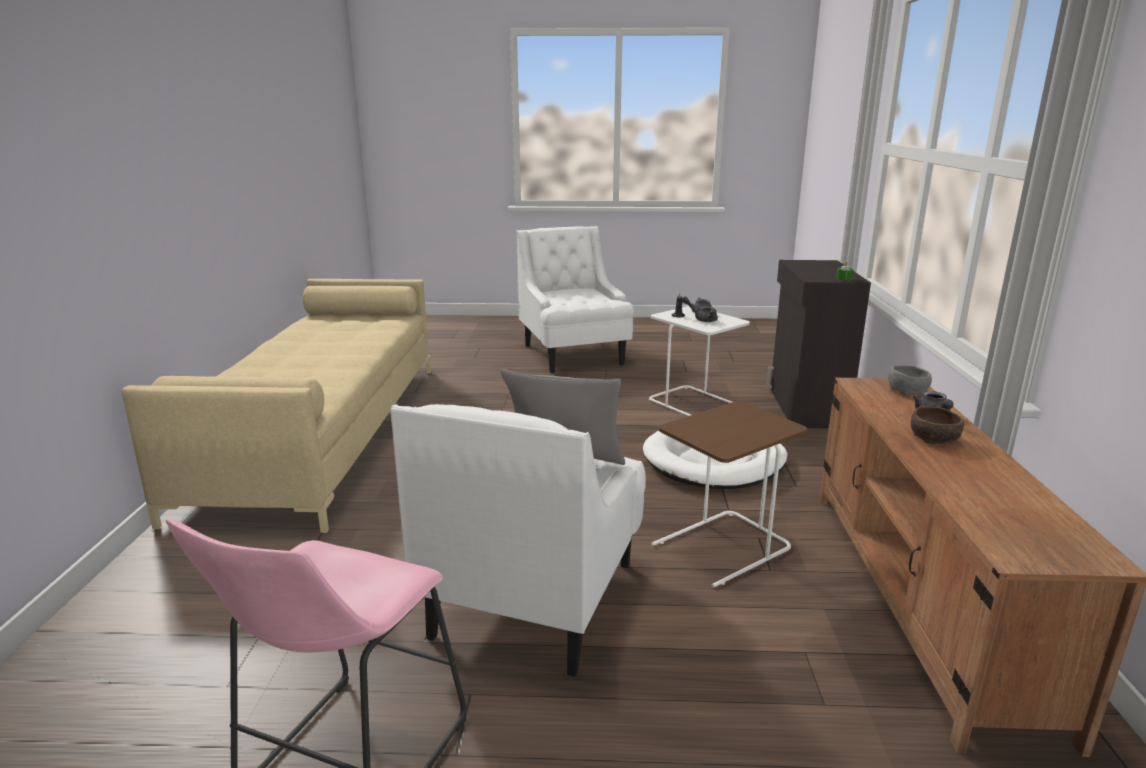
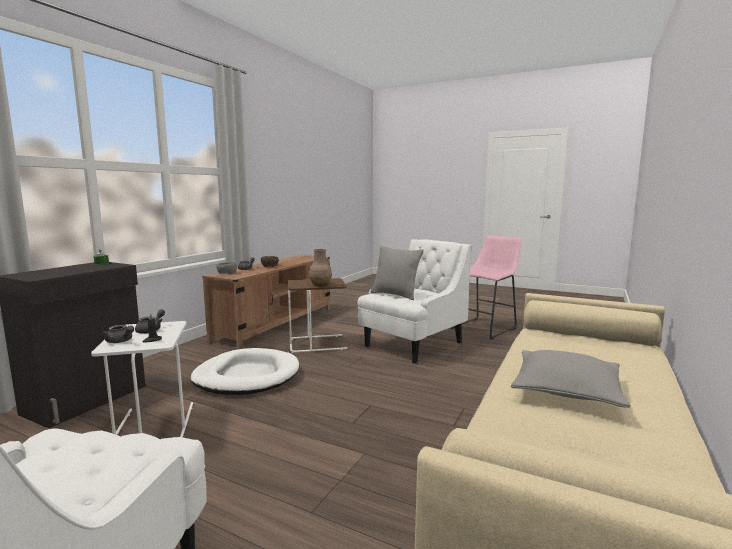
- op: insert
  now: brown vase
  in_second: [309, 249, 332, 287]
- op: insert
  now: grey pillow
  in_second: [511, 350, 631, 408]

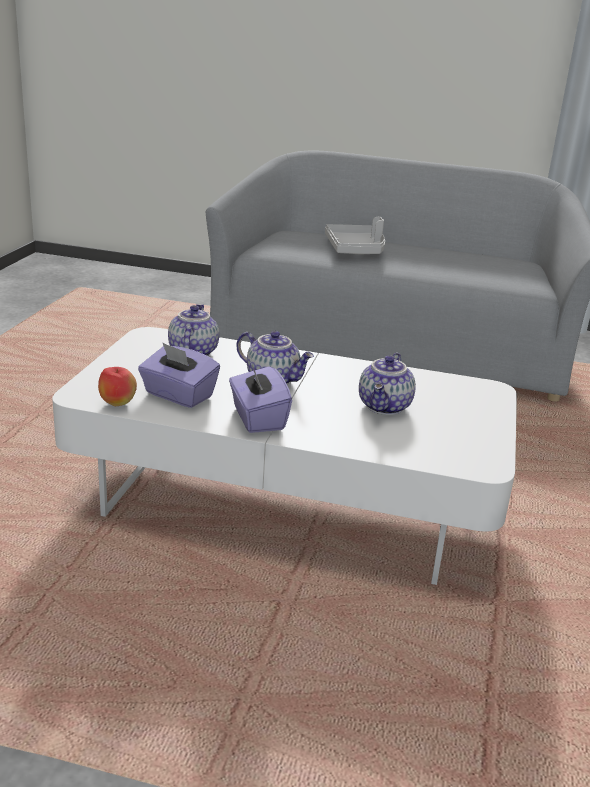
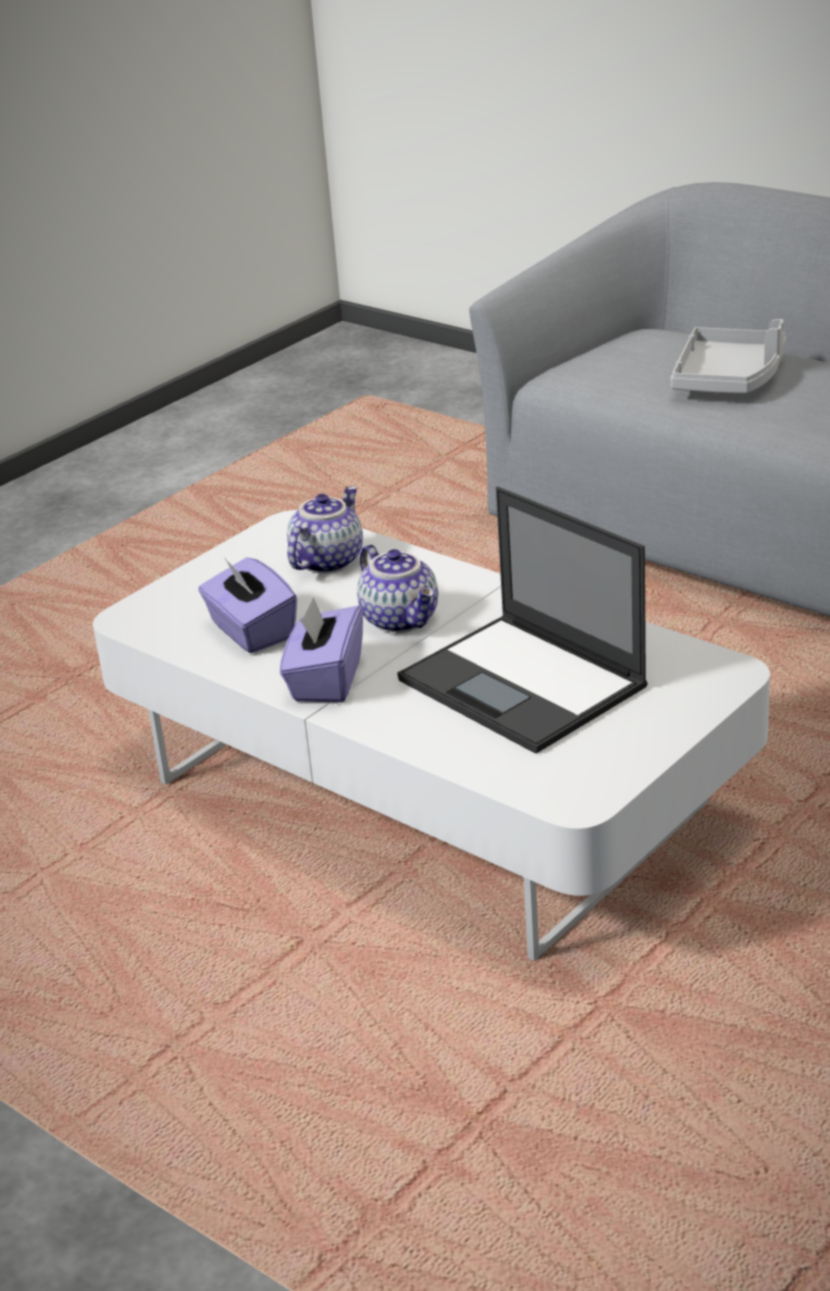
- op: delete
  was: apple
  in_first: [98, 367, 137, 406]
- op: replace
  was: teapot
  now: laptop
  in_first: [359, 352, 416, 415]
  in_second: [397, 487, 648, 754]

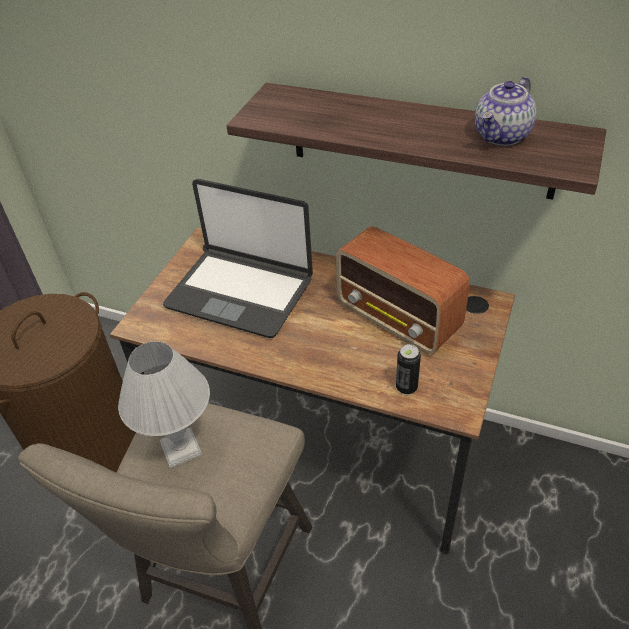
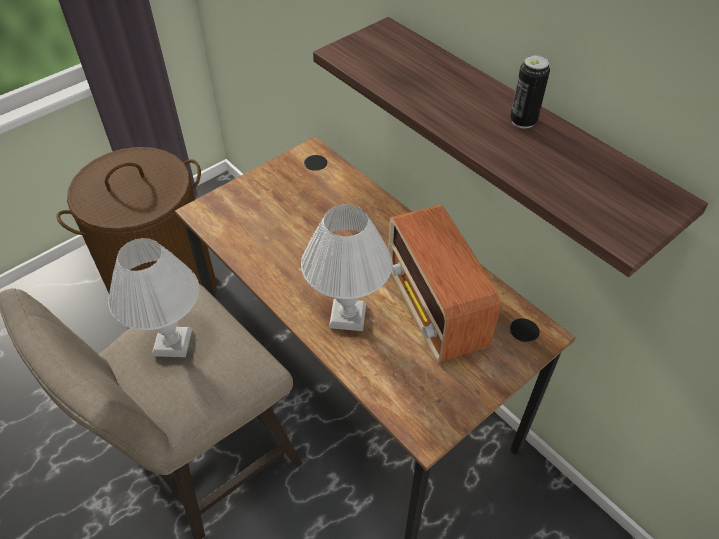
- op: delete
  was: laptop
  in_first: [163, 179, 313, 338]
- op: delete
  was: teapot
  in_first: [475, 77, 536, 146]
- op: insert
  now: white table lamp
  in_second: [301, 205, 393, 331]
- op: move
  was: can
  in_first: [396, 344, 421, 395]
  in_second: [510, 55, 550, 129]

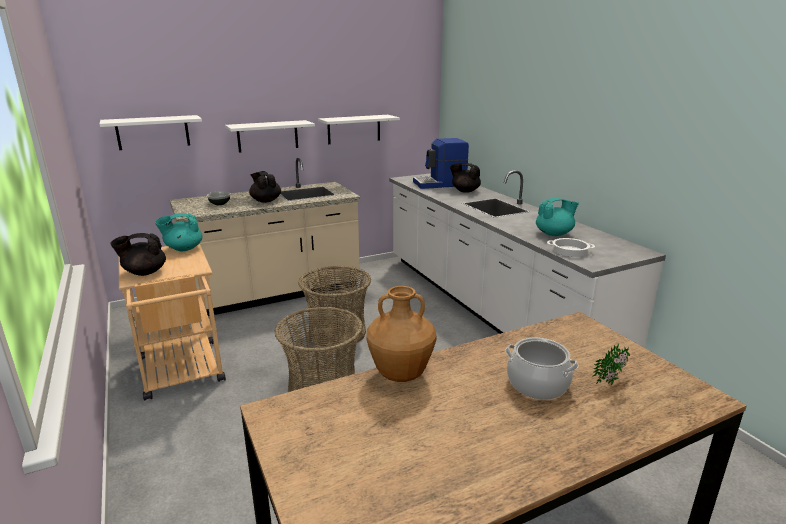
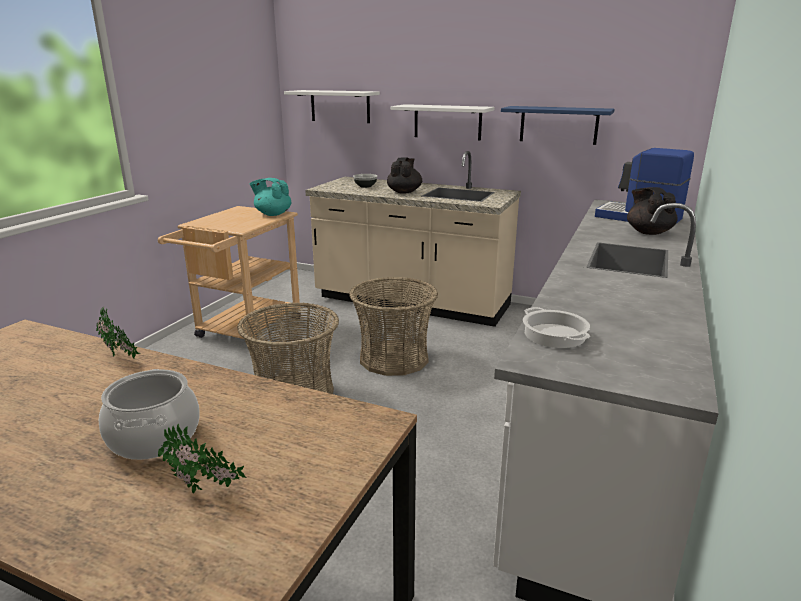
- op: delete
  was: black teapot
  in_first: [110, 233, 166, 276]
- op: delete
  was: turquoise teapot
  in_first: [536, 198, 579, 236]
- op: replace
  was: brown vase
  now: potted plant
  in_first: [367, 286, 437, 382]
  in_second: [96, 307, 140, 358]
- op: recolor
  was: white shelf
  now: blue shelf
  in_first: [318, 115, 400, 144]
  in_second: [501, 106, 615, 145]

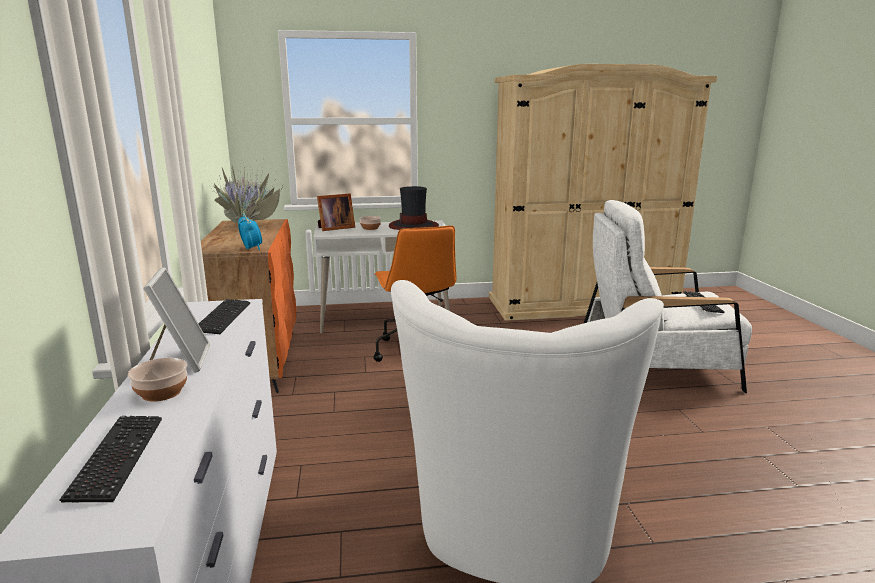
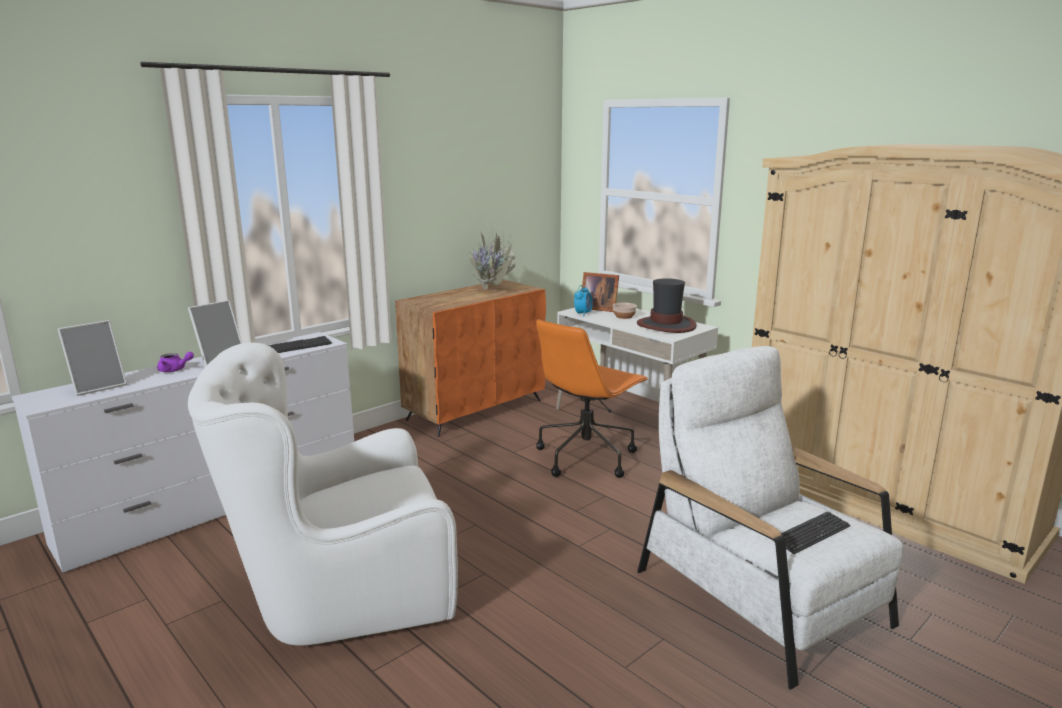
- op: move
  was: alarm clock
  in_first: [238, 213, 262, 251]
  in_second: [574, 285, 593, 317]
- op: replace
  was: keyboard
  now: picture frame
  in_first: [60, 416, 162, 502]
  in_second: [58, 320, 127, 396]
- op: replace
  was: bowl
  now: purple teapot
  in_first: [128, 358, 187, 402]
  in_second: [157, 352, 194, 372]

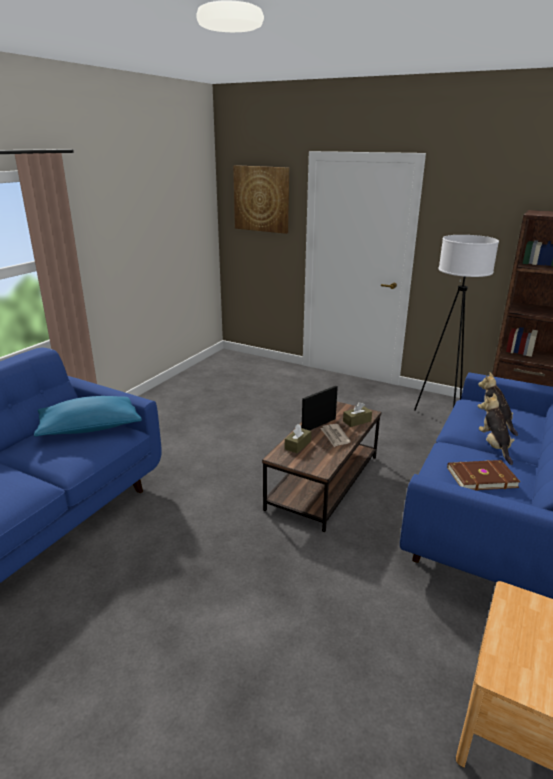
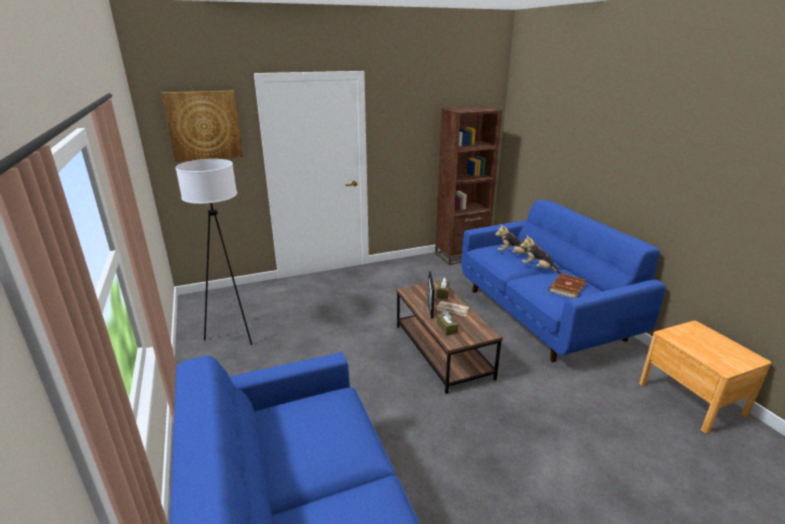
- op: delete
  was: blue pillow
  in_first: [34, 396, 142, 437]
- op: move
  was: white floor lamp
  in_first: [414, 235, 499, 411]
  in_second: [175, 159, 252, 345]

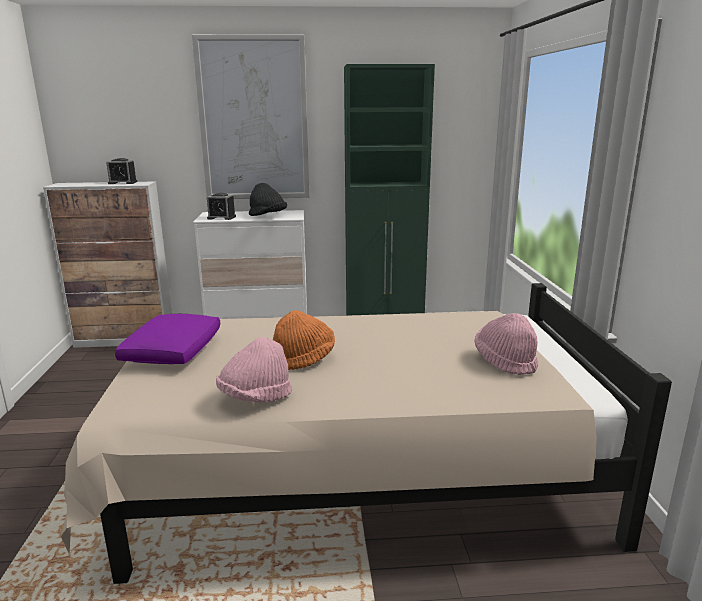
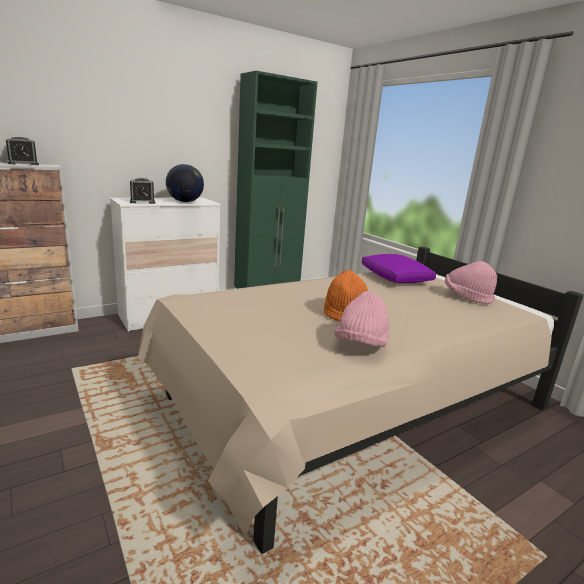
- op: delete
  was: picture
  in_first: [192, 34, 309, 199]
- op: move
  was: purple pillow
  in_first: [115, 314, 220, 364]
  in_second: [362, 254, 436, 283]
- op: replace
  was: black hat
  now: globe
  in_first: [249, 183, 287, 216]
  in_second: [166, 164, 204, 202]

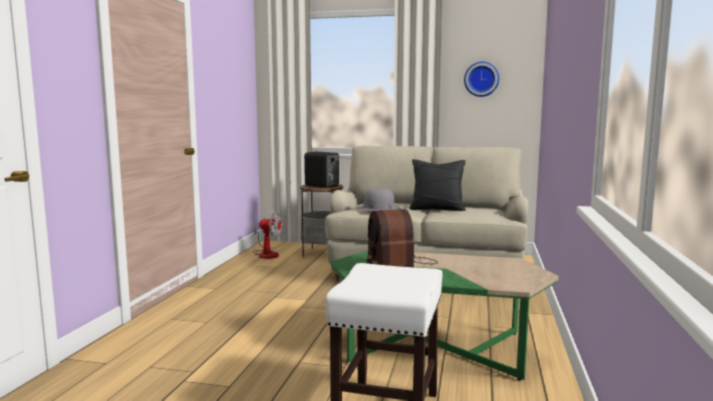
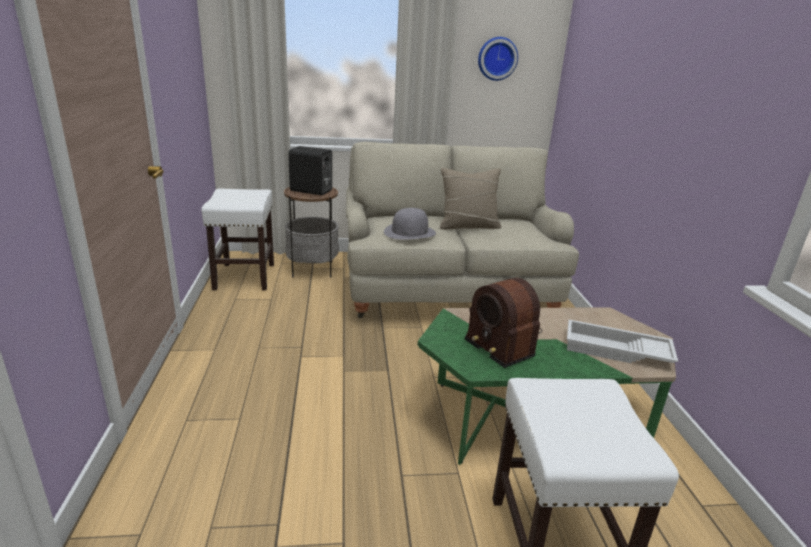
- op: insert
  now: white tray
  in_second: [567, 320, 678, 363]
- op: replace
  was: fan
  now: white stool
  in_first: [253, 213, 282, 259]
  in_second: [201, 188, 274, 290]
- op: recolor
  was: black pillow
  now: beige pillow
  in_first: [409, 159, 466, 211]
  in_second: [440, 168, 501, 230]

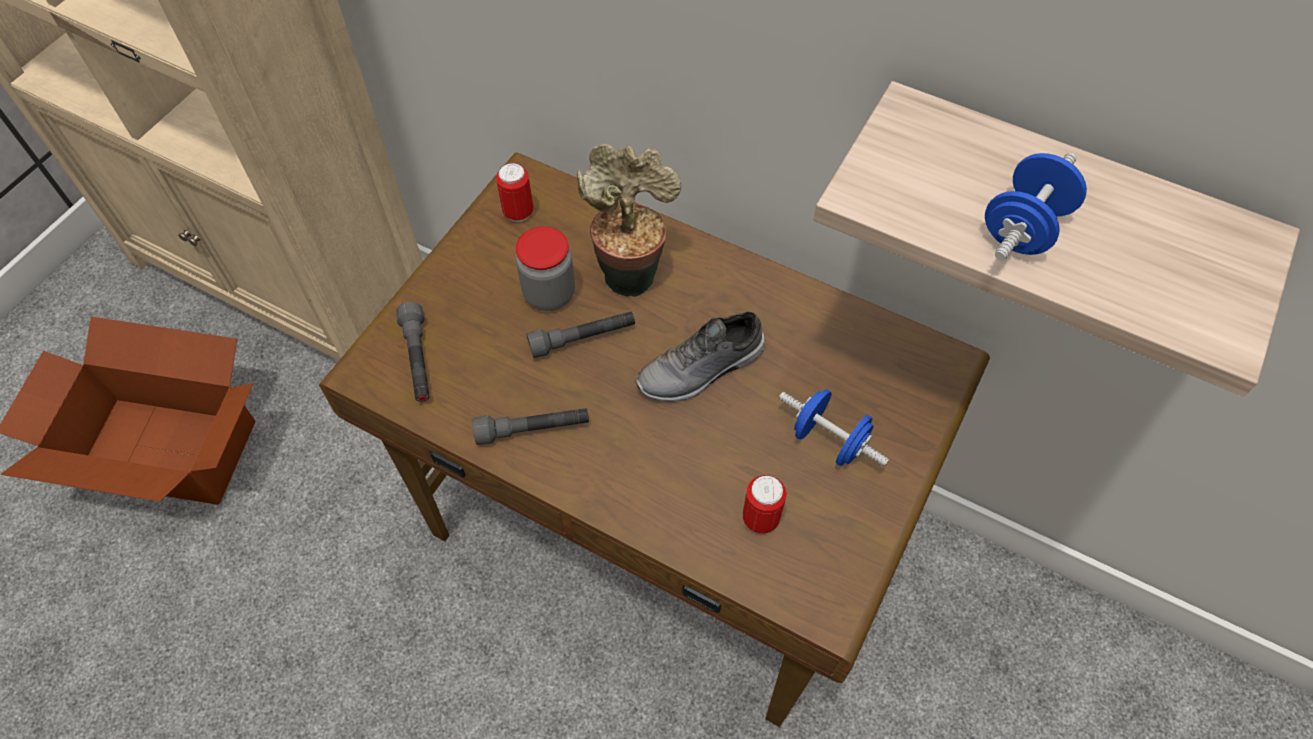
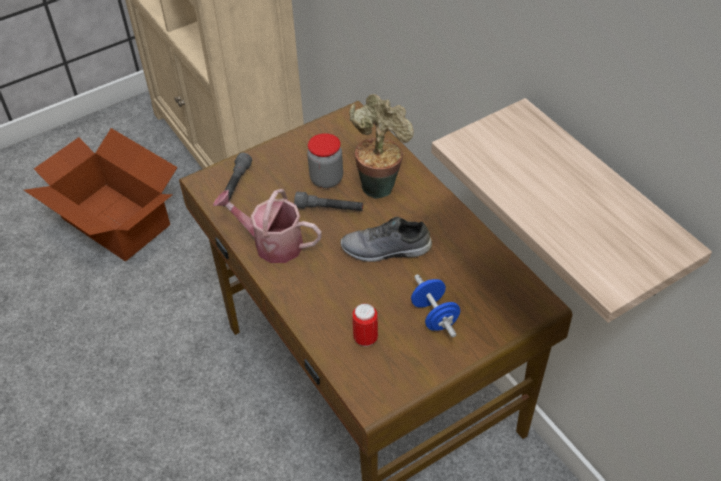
- op: delete
  was: can
  in_first: [496, 163, 533, 222]
- op: delete
  was: blue dumbbell
  in_first: [985, 153, 1087, 260]
- op: replace
  was: grey flashlight
  now: watering can
  in_first: [473, 408, 589, 445]
  in_second: [213, 189, 322, 263]

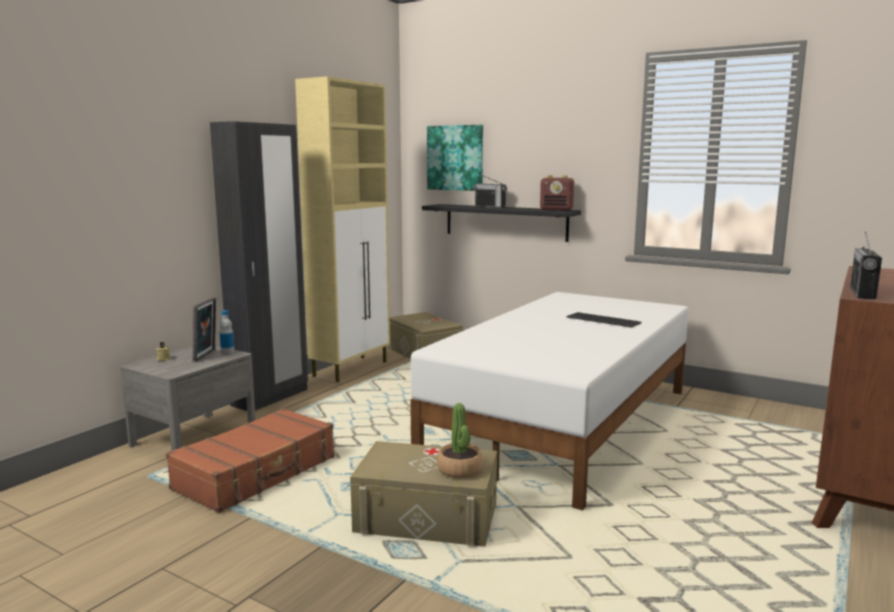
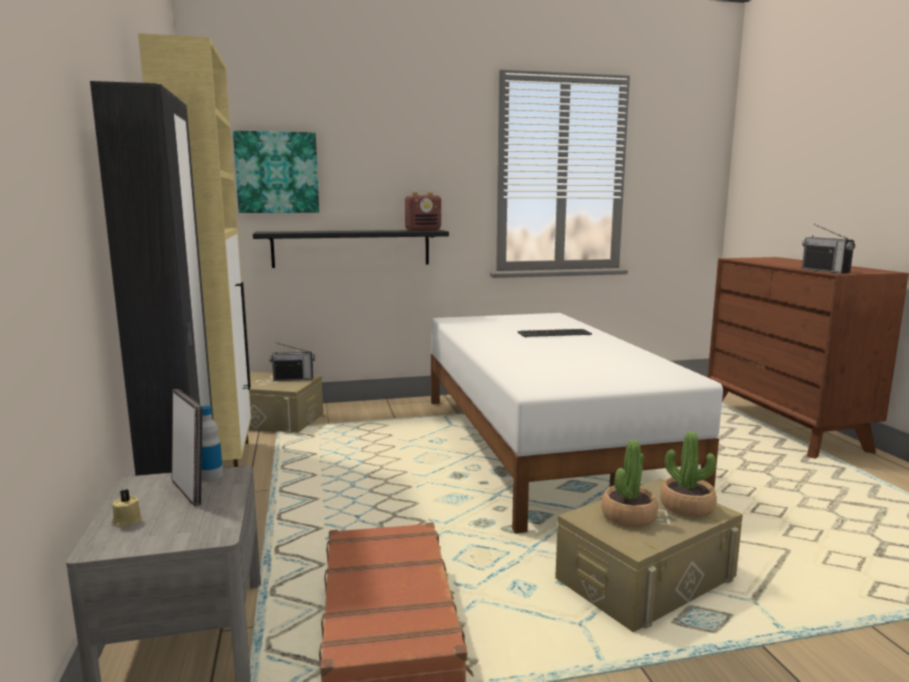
- op: insert
  now: potted plant
  in_second: [601, 440, 658, 528]
- op: move
  was: radio
  in_first: [474, 174, 507, 208]
  in_second: [269, 342, 315, 381]

